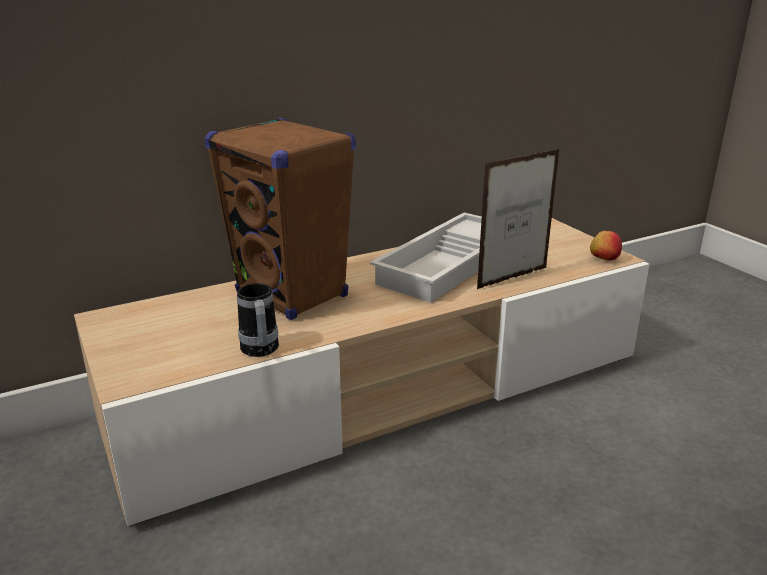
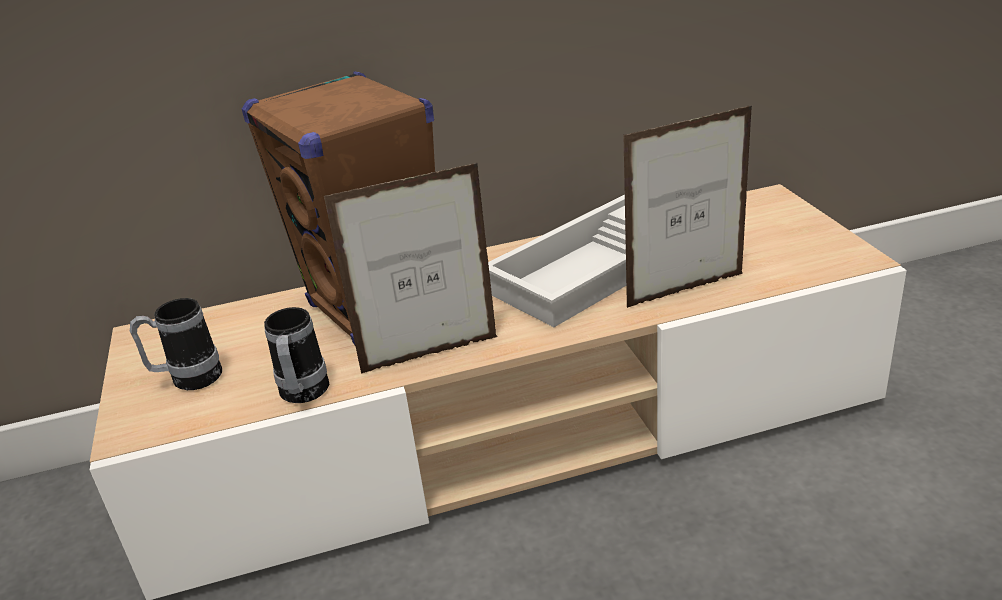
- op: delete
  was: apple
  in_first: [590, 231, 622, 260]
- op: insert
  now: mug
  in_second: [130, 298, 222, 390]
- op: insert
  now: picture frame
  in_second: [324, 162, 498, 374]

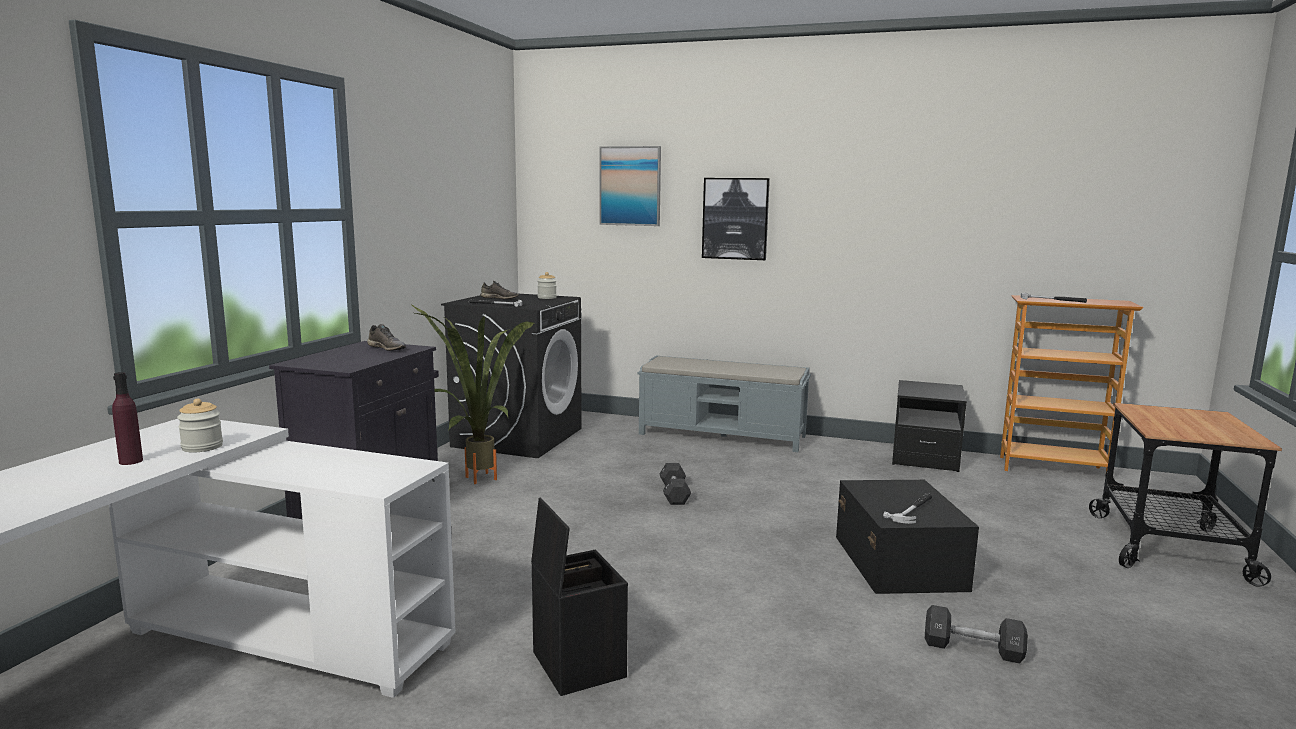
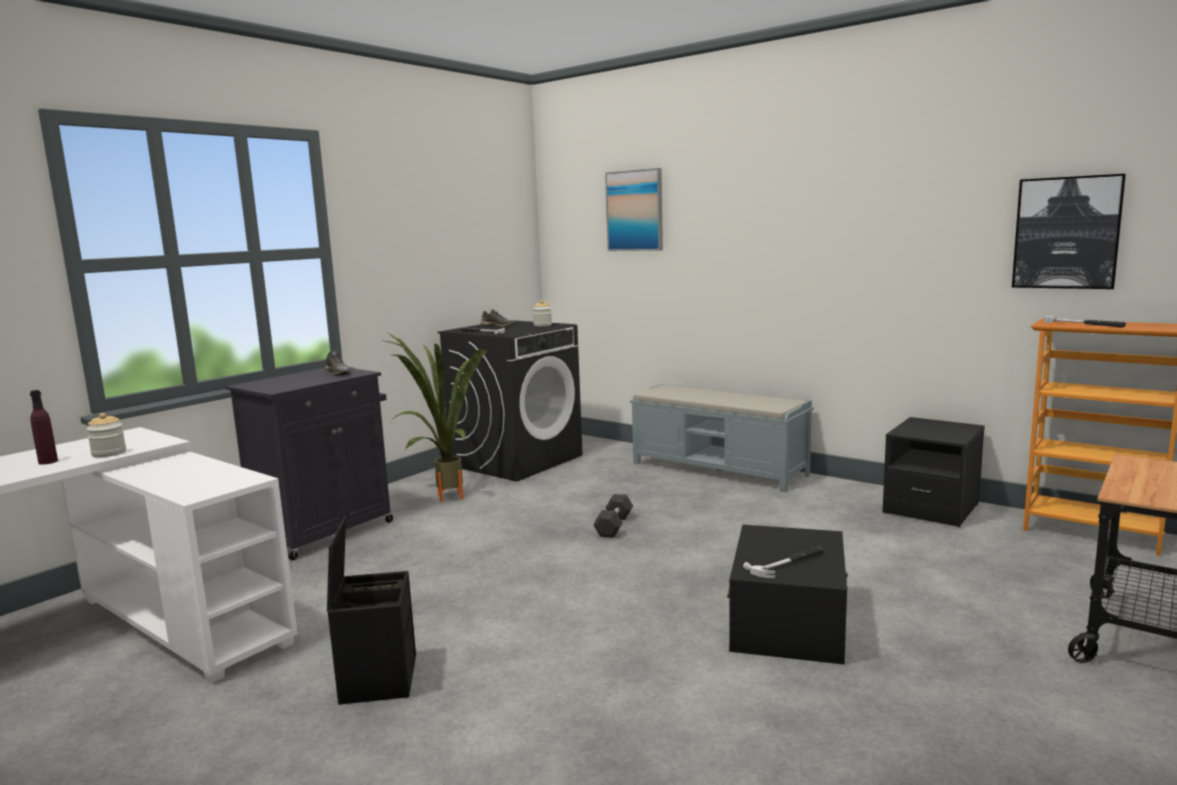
- op: delete
  was: black dumbbell
  in_first: [925, 605, 1028, 664]
- op: move
  was: picture
  in_first: [702, 178, 770, 260]
  in_second: [1012, 174, 1126, 289]

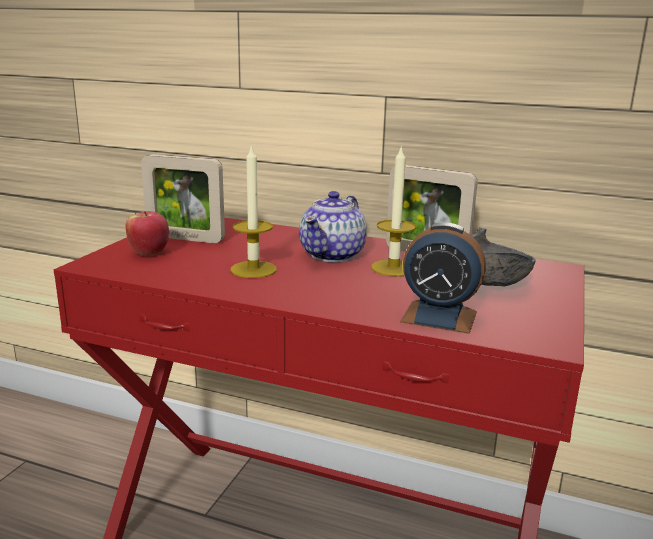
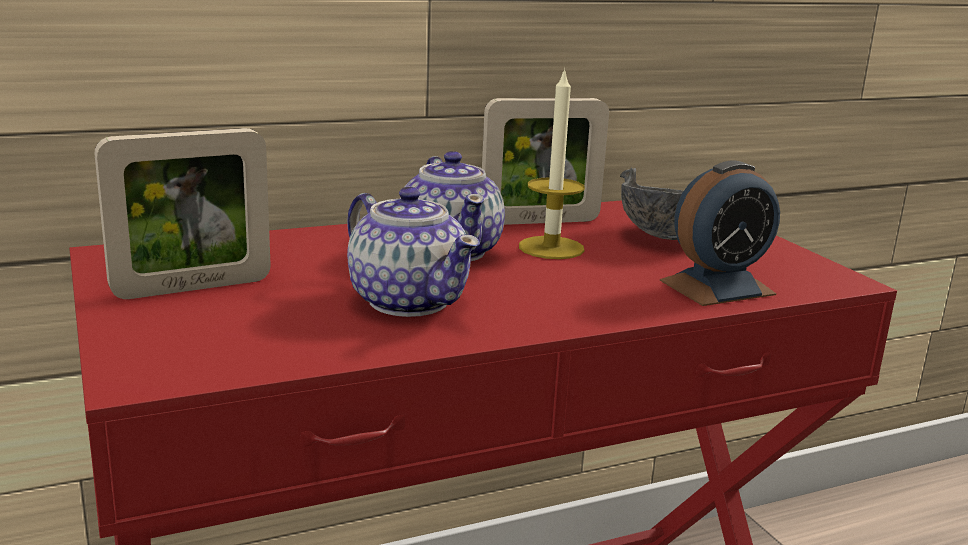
- op: delete
  was: apple
  in_first: [125, 211, 169, 256]
- op: replace
  was: candle
  now: teapot
  in_first: [231, 144, 277, 278]
  in_second: [347, 187, 480, 317]

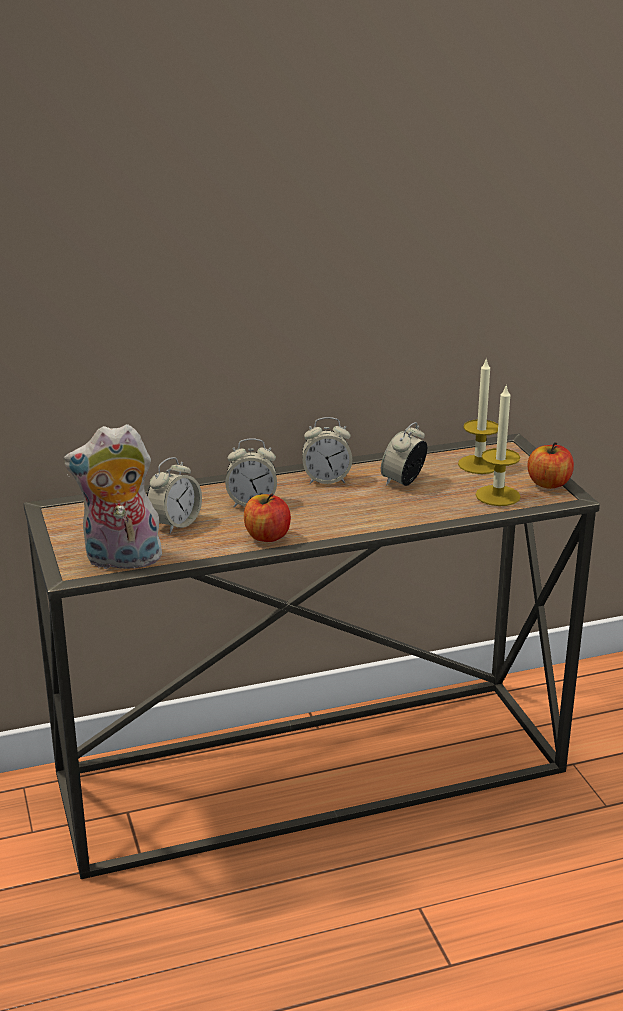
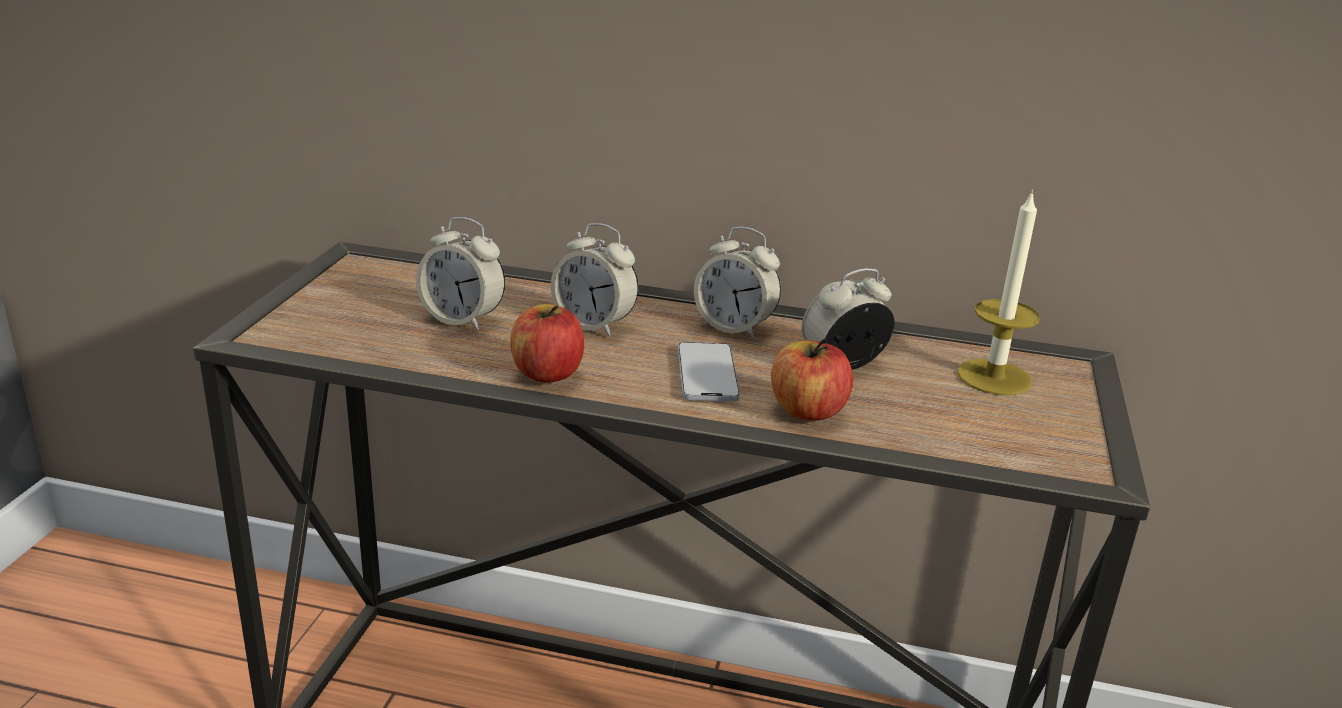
- op: delete
  was: plush toy
  in_first: [63, 424, 162, 569]
- op: delete
  was: candle
  in_first: [475, 386, 521, 506]
- op: insert
  now: phone
  in_second: [678, 342, 740, 401]
- op: move
  was: apple
  in_first: [527, 442, 574, 489]
  in_second: [771, 339, 853, 420]
- op: rotate
  was: alarm clock
  in_first: [147, 457, 202, 534]
  in_second: [416, 217, 505, 330]
  clockwise: 45

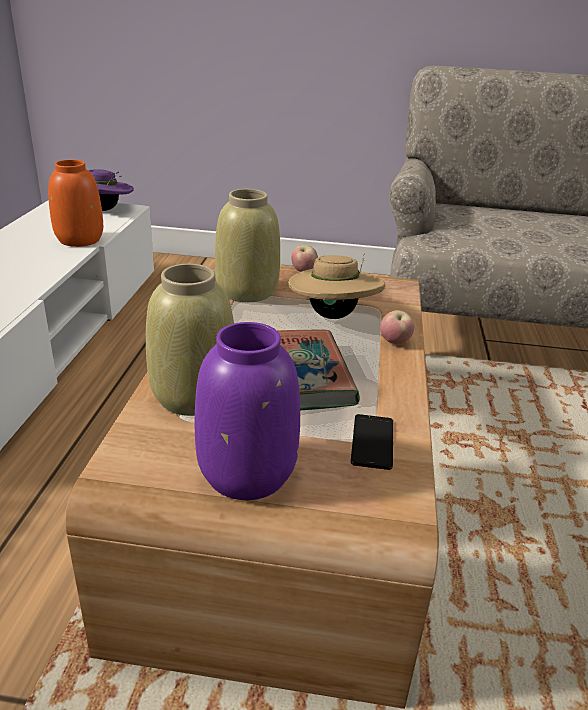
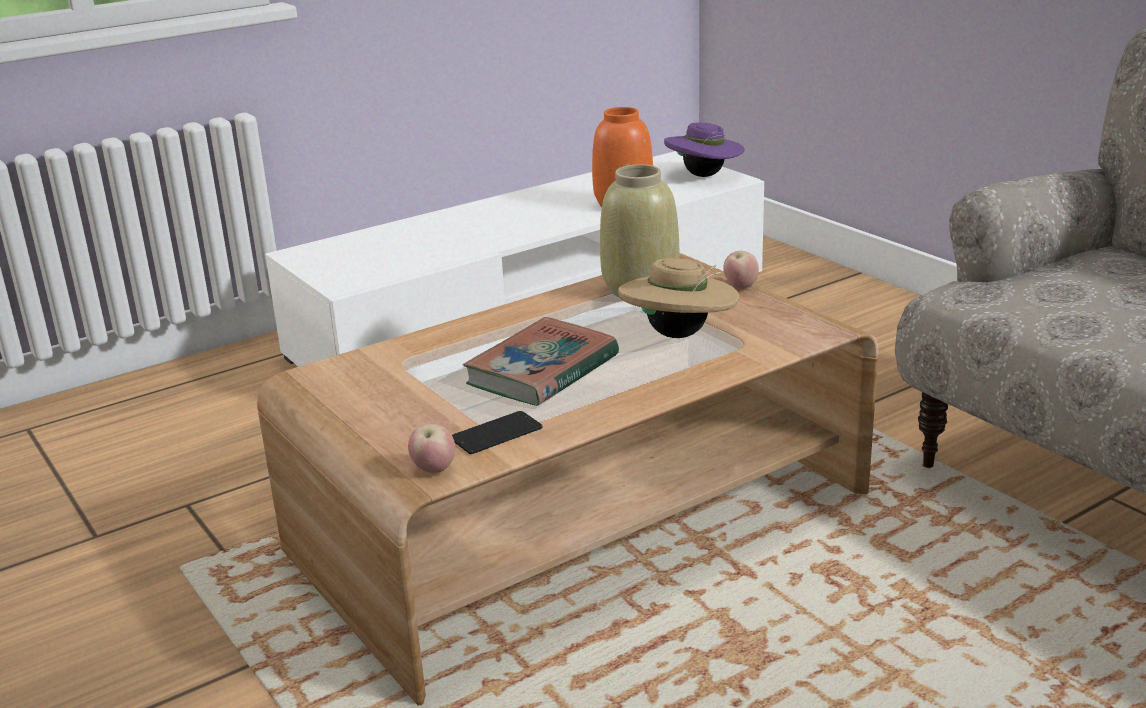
- op: delete
  was: beige vase
  in_first: [146, 264, 234, 416]
- op: delete
  was: purple vase
  in_first: [195, 322, 300, 500]
- op: move
  was: apple
  in_first: [380, 310, 415, 344]
  in_second: [408, 424, 455, 473]

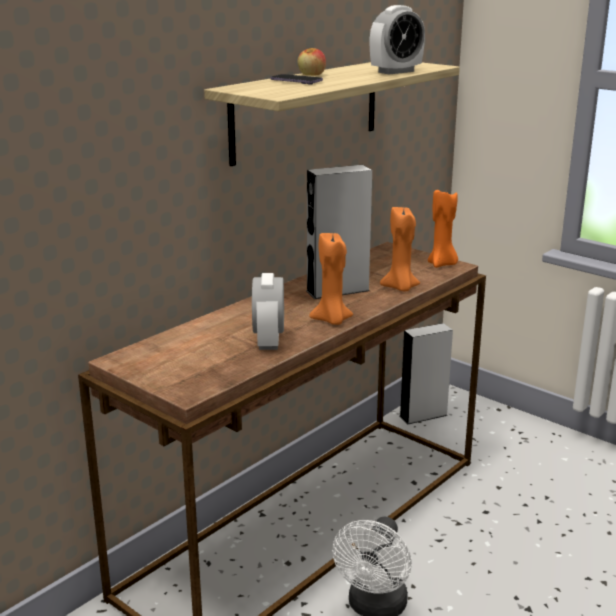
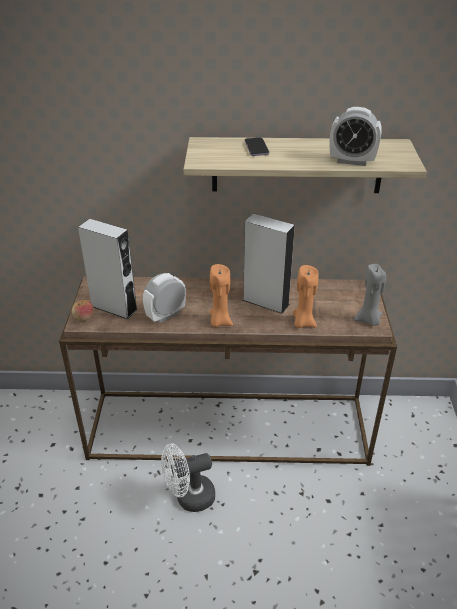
- op: move
  was: apple
  in_first: [297, 48, 326, 75]
  in_second: [72, 300, 93, 321]
- op: move
  was: grey speaker
  in_first: [400, 323, 453, 424]
  in_second: [78, 219, 138, 319]
- op: recolor
  was: orange candle
  now: grey candle
  in_first: [428, 190, 458, 268]
  in_second: [354, 264, 386, 326]

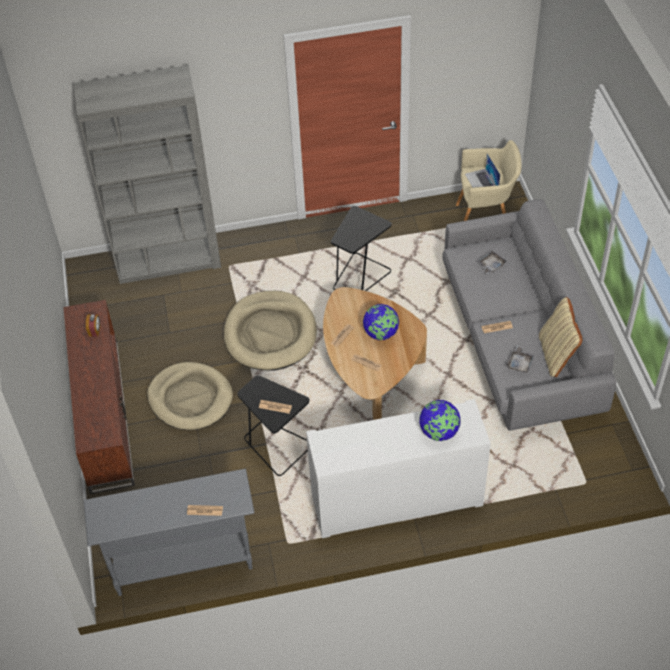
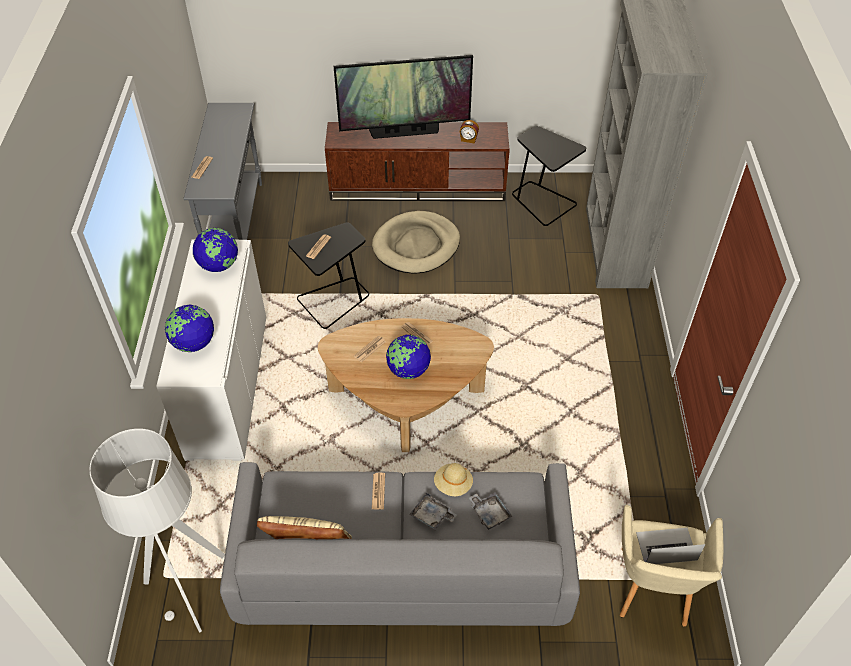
- op: delete
  was: beige dog bed
  in_first: [224, 291, 317, 371]
- op: insert
  now: grey floor lamp
  in_second: [89, 428, 225, 633]
- op: insert
  now: globe
  in_second: [193, 228, 238, 272]
- op: insert
  now: television
  in_second: [334, 55, 473, 139]
- op: insert
  now: beige hat
  in_second: [434, 463, 473, 496]
- op: move
  was: black side table
  in_first: [331, 206, 392, 291]
  in_second: [512, 126, 587, 226]
- op: move
  was: grey tray
  in_first: [507, 346, 534, 373]
  in_second: [409, 492, 457, 530]

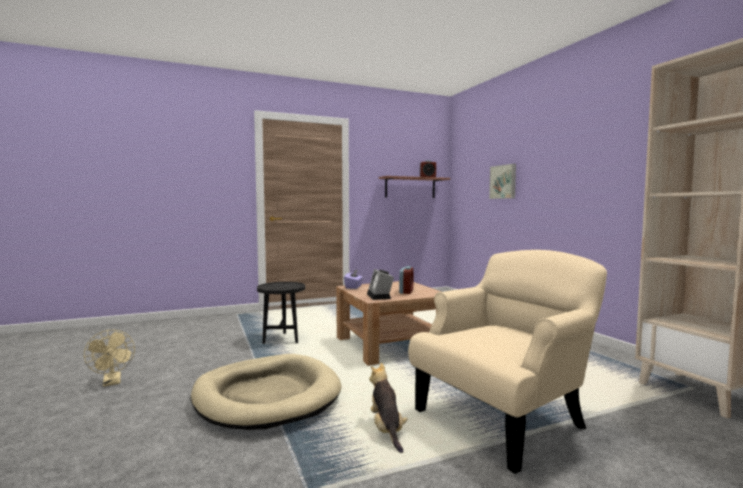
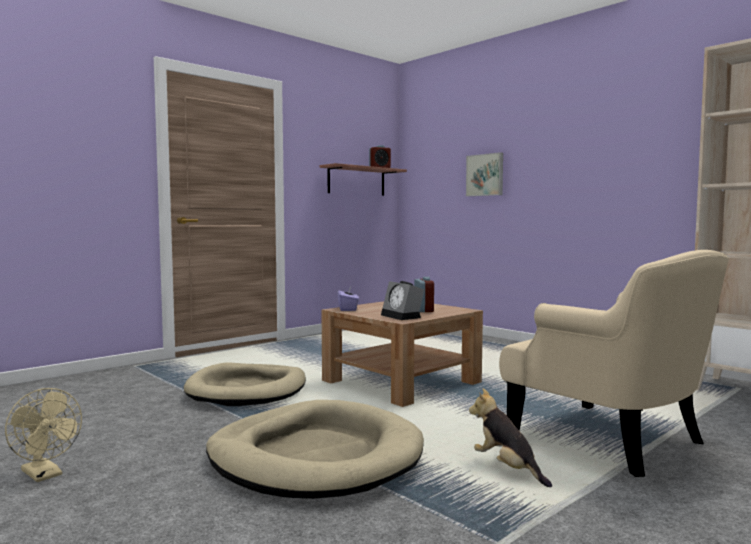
- op: replace
  was: black side table
  now: beige dog bed
  in_first: [257, 282, 305, 344]
  in_second: [184, 362, 306, 406]
- op: rotate
  was: beige armchair
  in_first: [408, 250, 607, 474]
  in_second: [499, 250, 729, 477]
  clockwise: 105

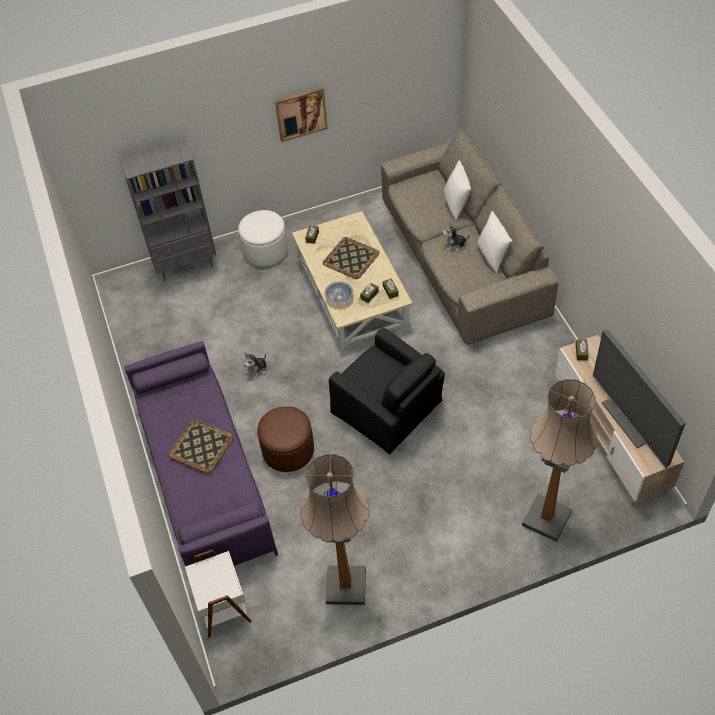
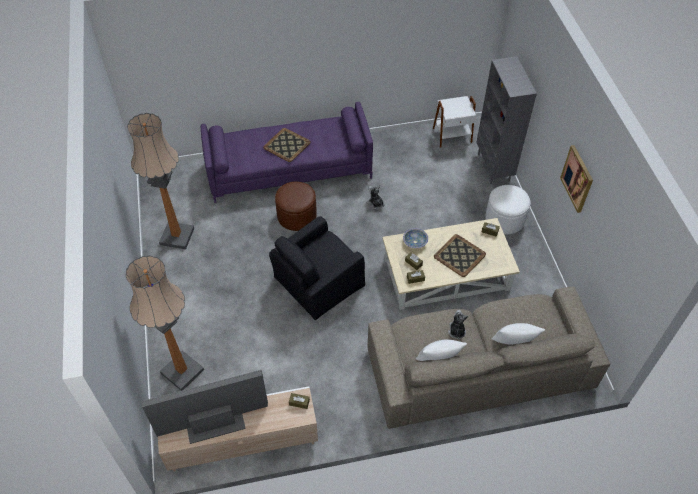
- op: move
  was: white side table
  in_first: [185, 549, 252, 638]
  in_second: [433, 96, 476, 148]

